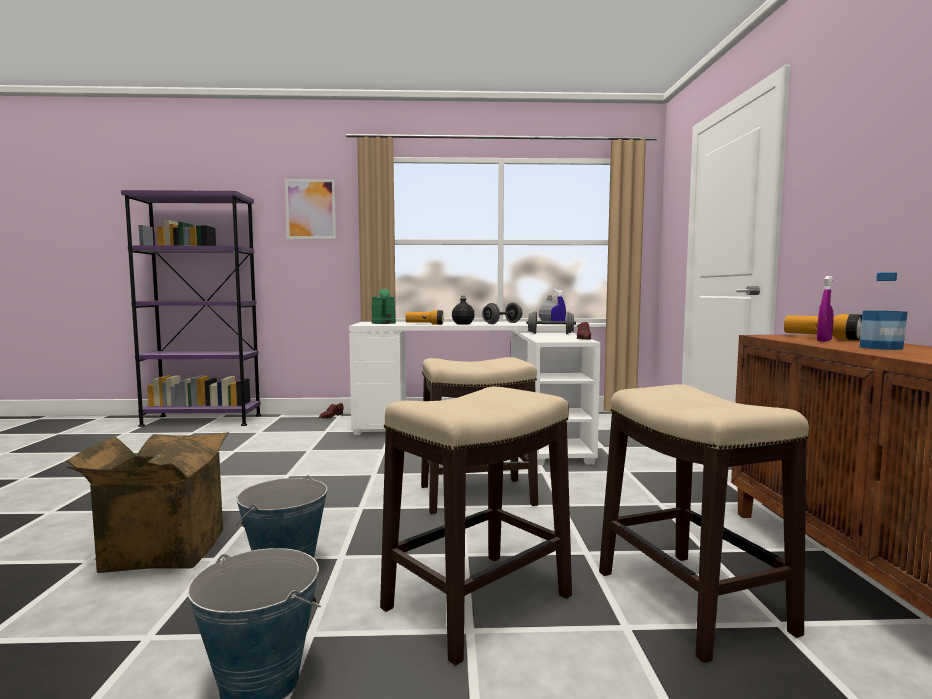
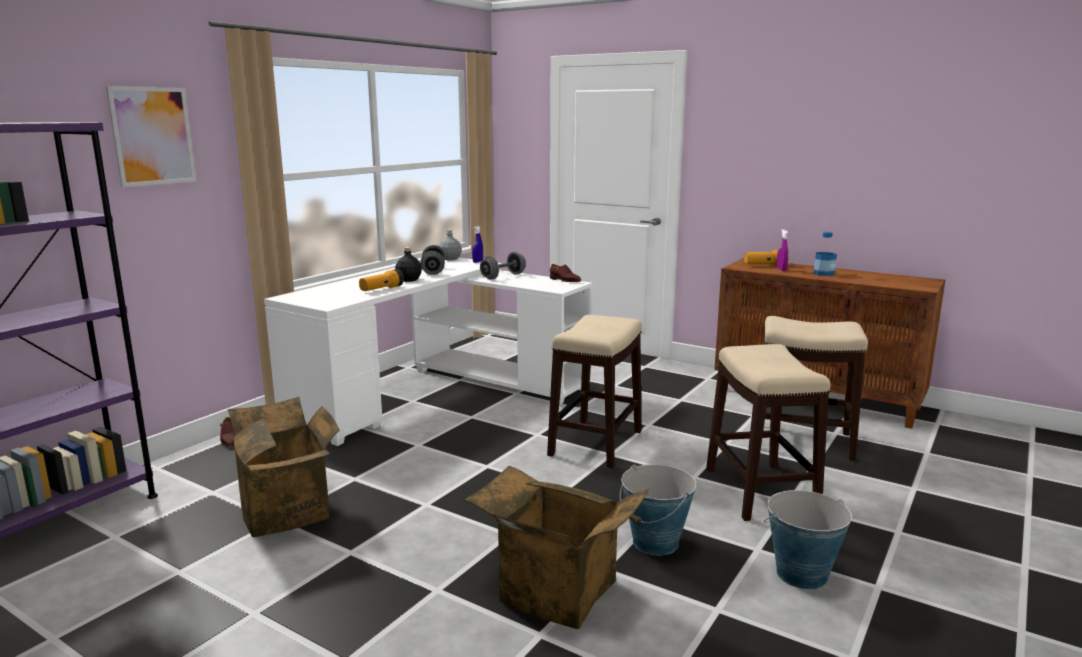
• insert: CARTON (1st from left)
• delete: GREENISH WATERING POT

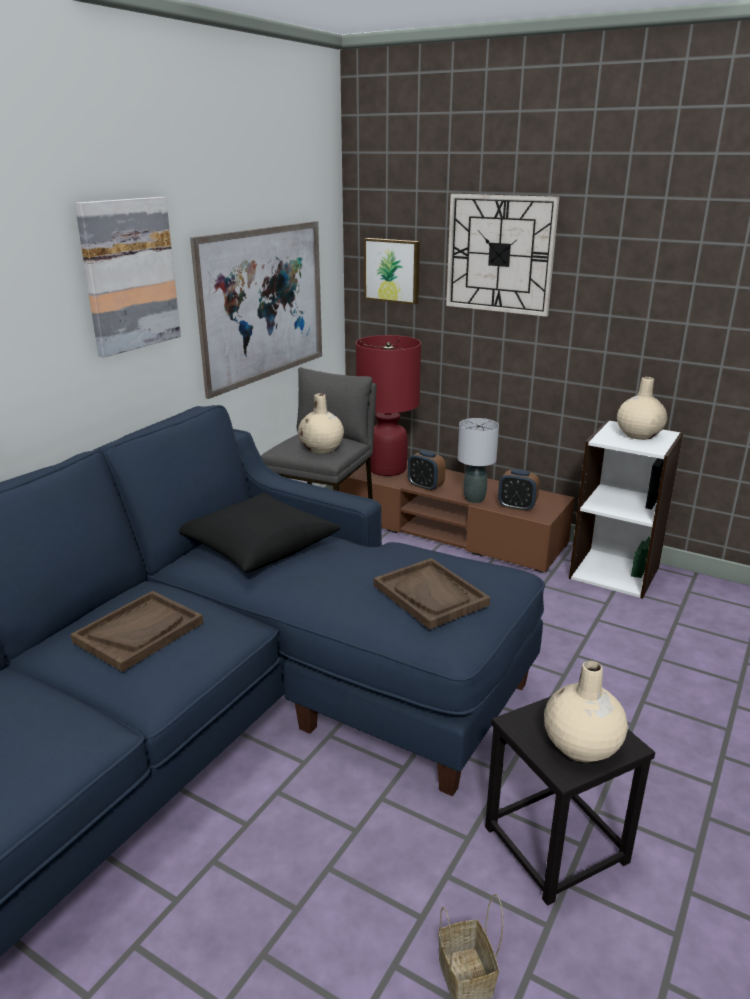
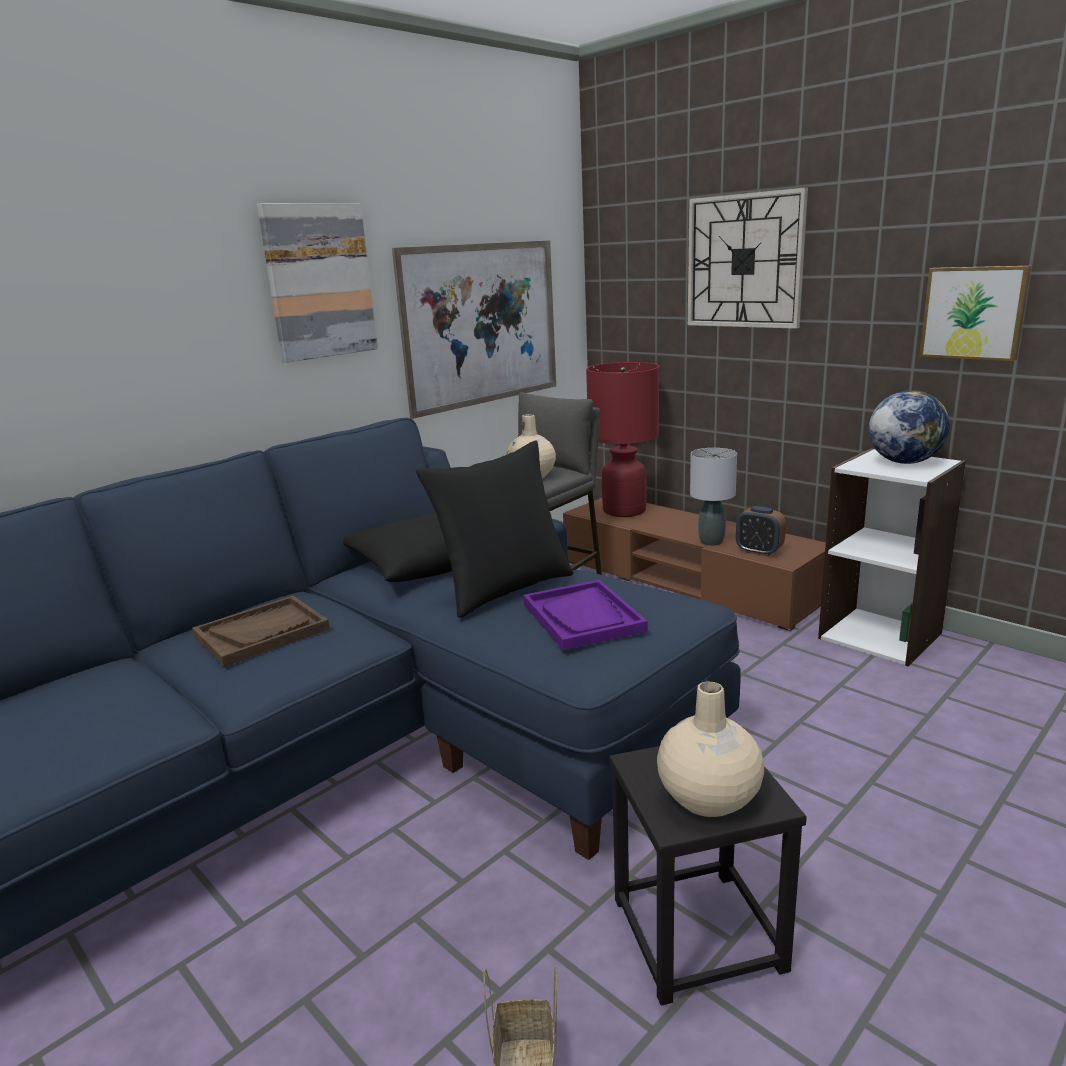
• insert: BLACKISH PILLOW (2nd from left)
• recolor: BROWNISH SERVING TRAY (2nd from left) to PURPLE-COLOURED SERVING TRAY
• replace: BEIGE VASE (3rd from left) to DESK GLOBE
• move: PICTURE (3rd from left)
• delete: TABLE CLOCK (1st from left)

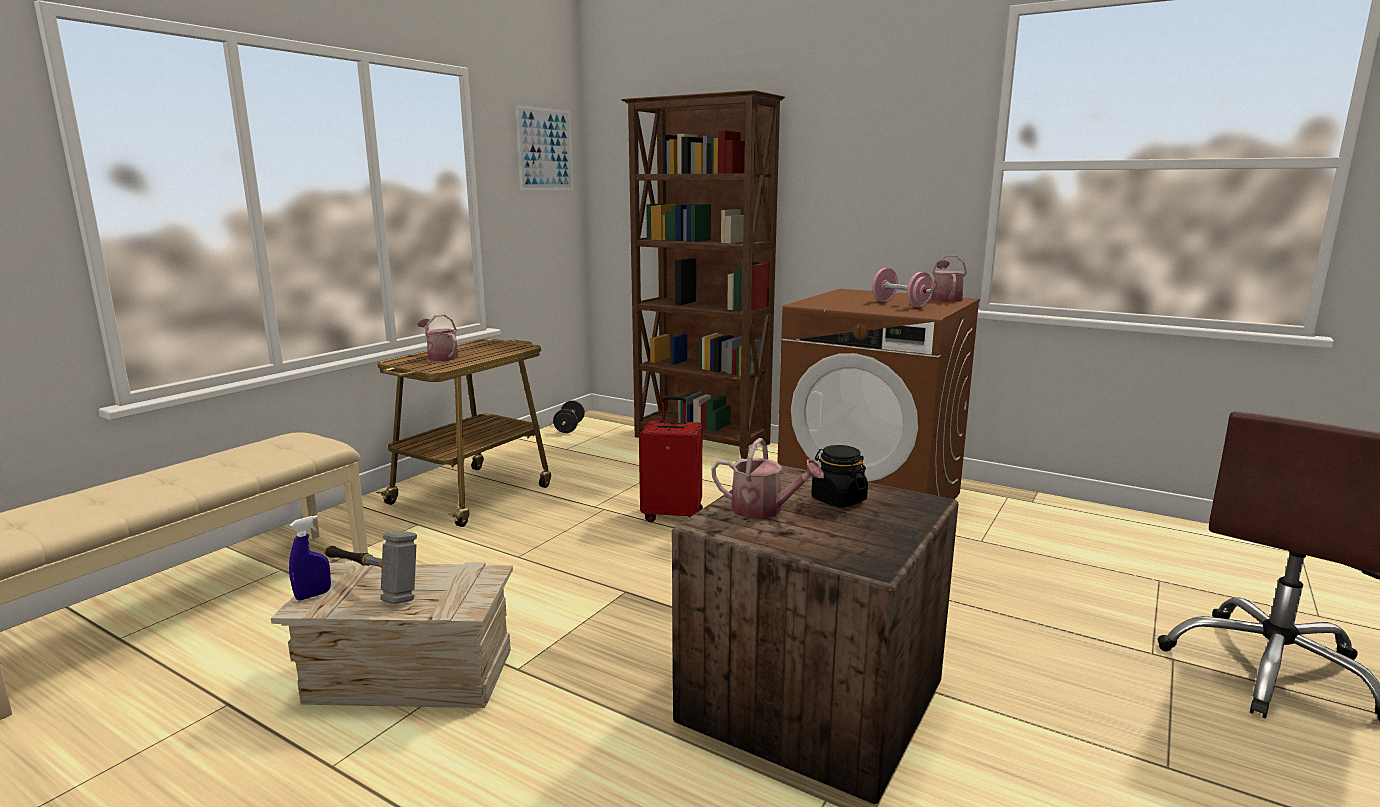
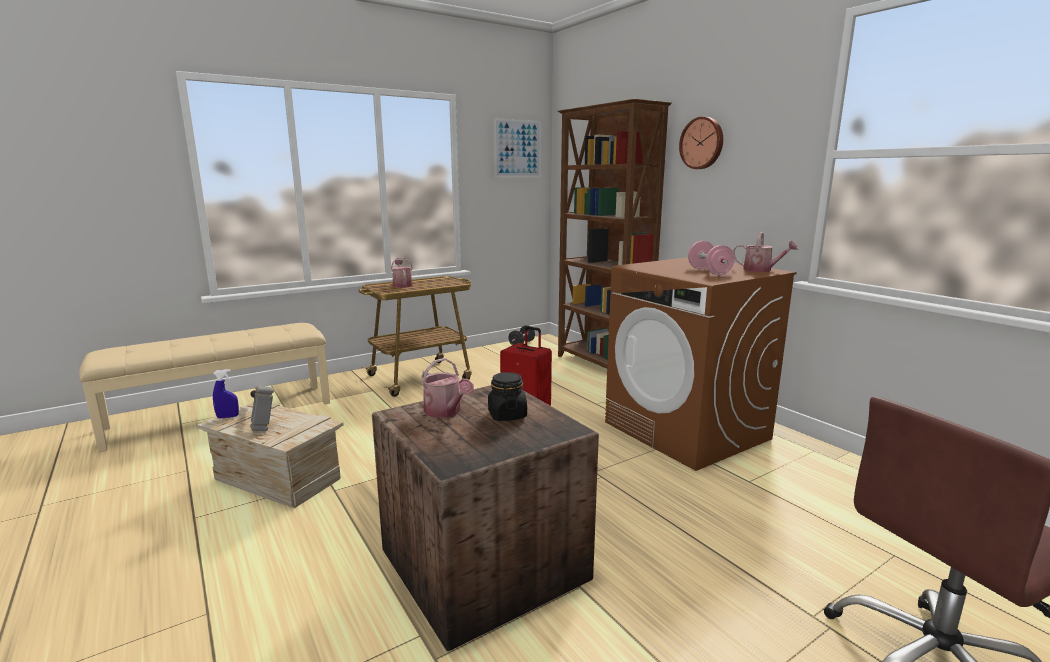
• insert: CLOCK ON THE WALL
• rotate: WATERING POT (3rd from left) 90 degrees clockwise

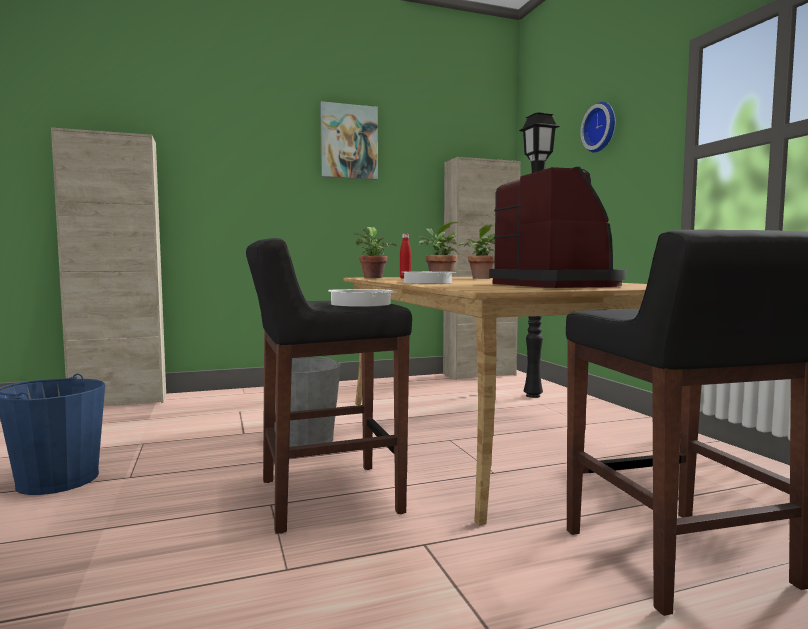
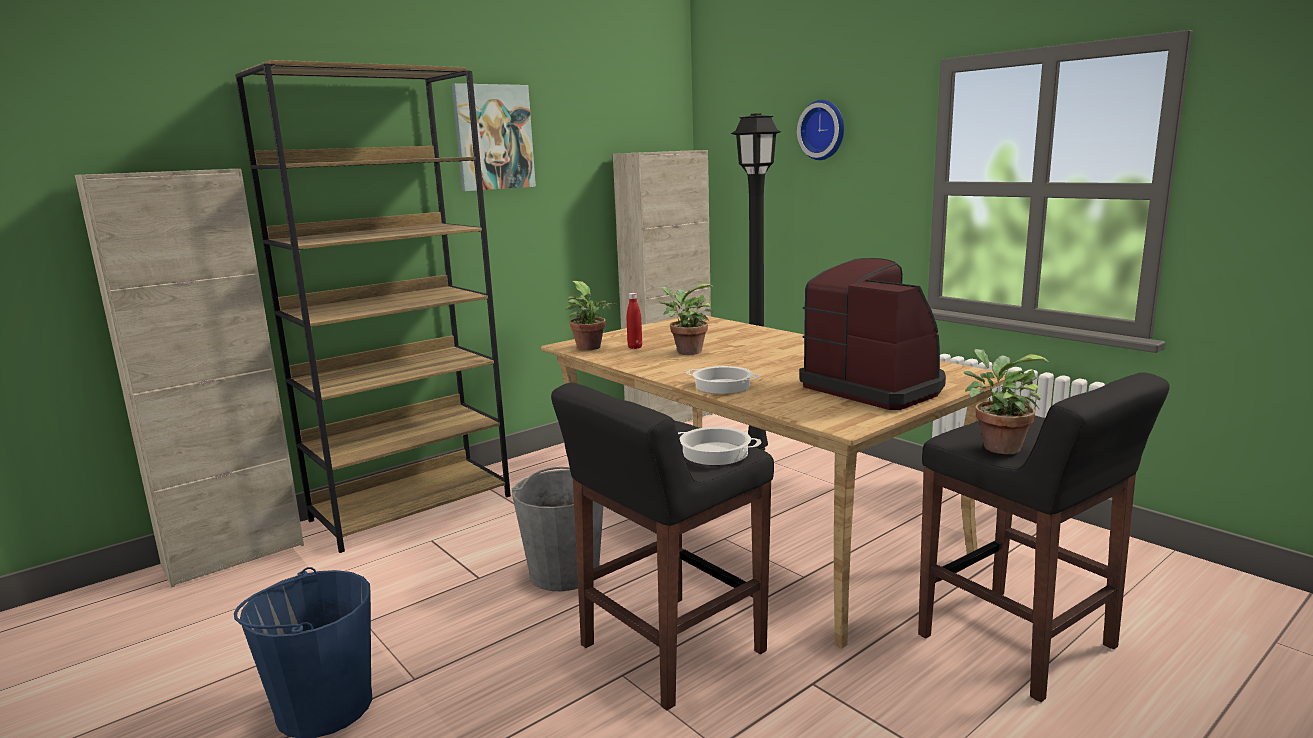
• insert: BROWNISH BOOKSHELF
• move: HOUSEPLANT (3rd from left)

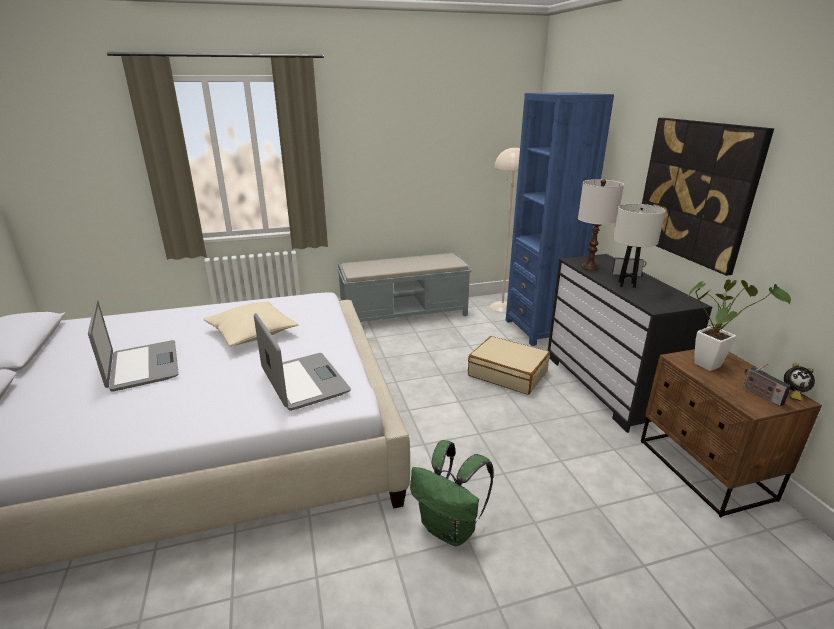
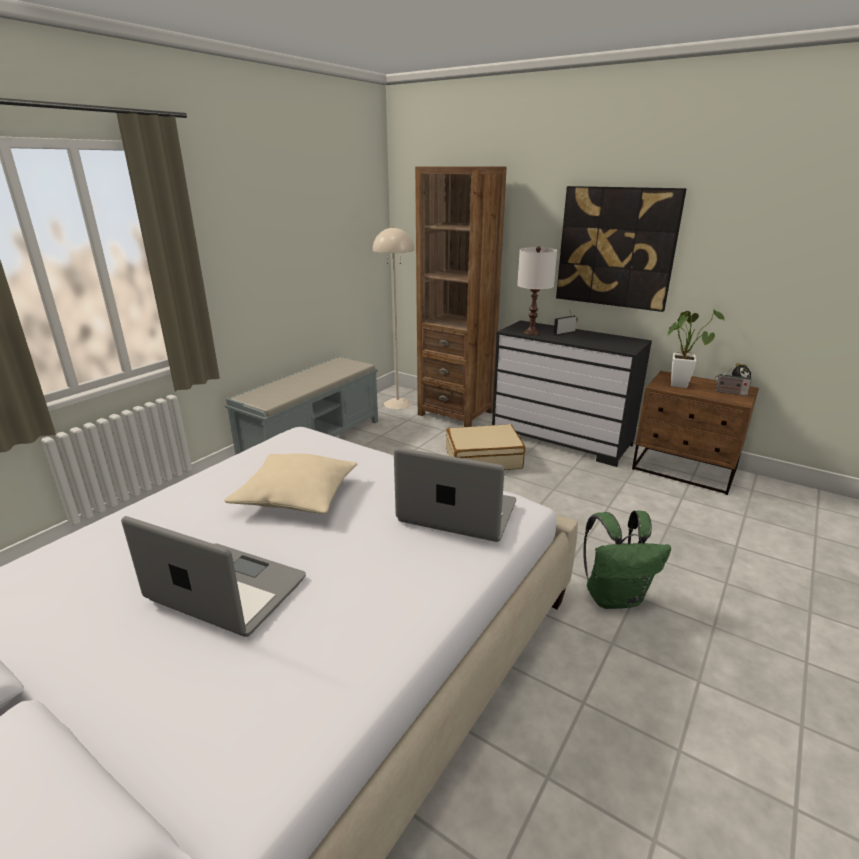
• recolor: BLUISH BOOKSHELF to BROWNISH BOOKSHELF
• delete: WHITISH LAMP FOR A TABLE (2nd from left)

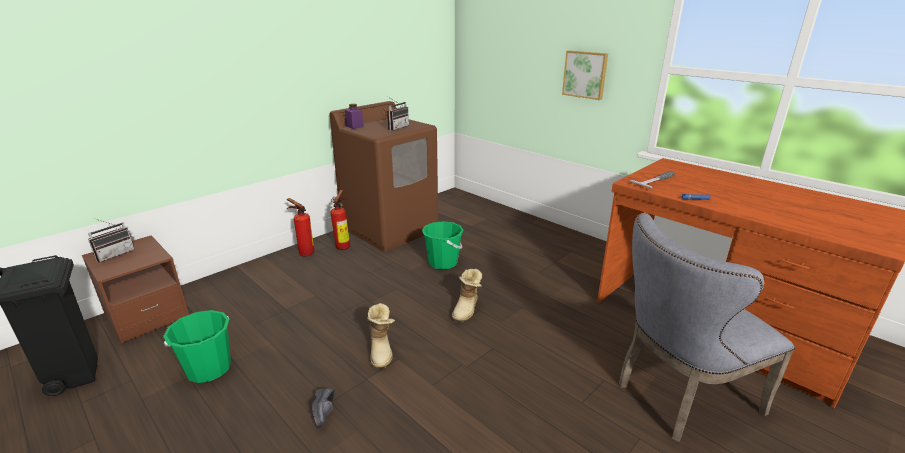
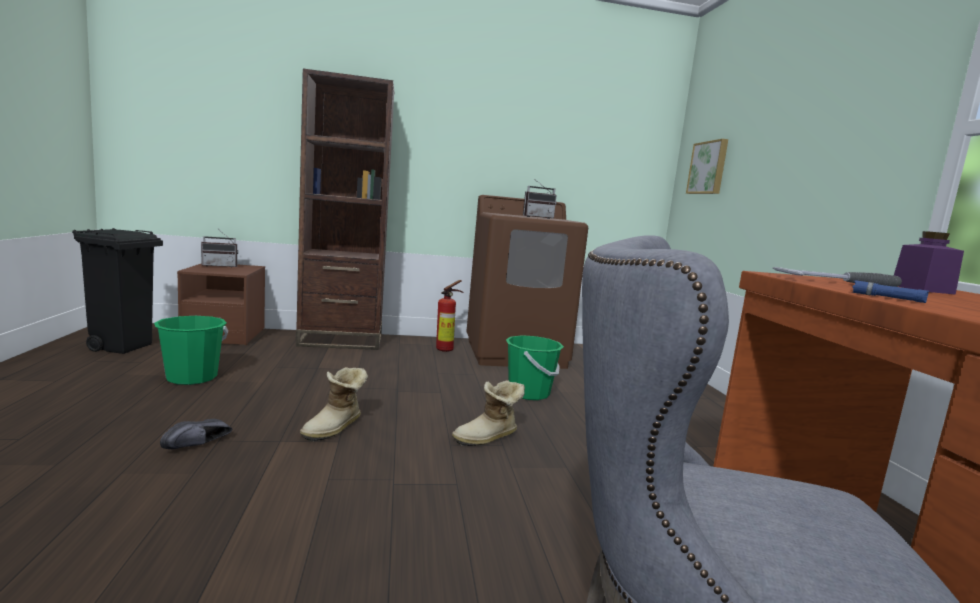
• insert: BROWNISH BOOKSHELF
• move: PICTURE
• move: PURPLE-COLOURED PRESERVE JAR
• delete: FIRE EXTINGUISHER (1st from left)

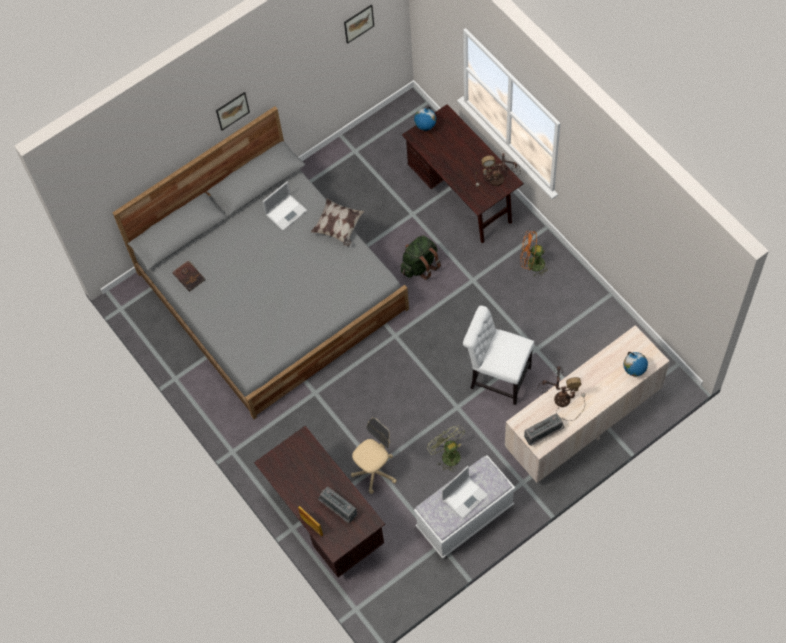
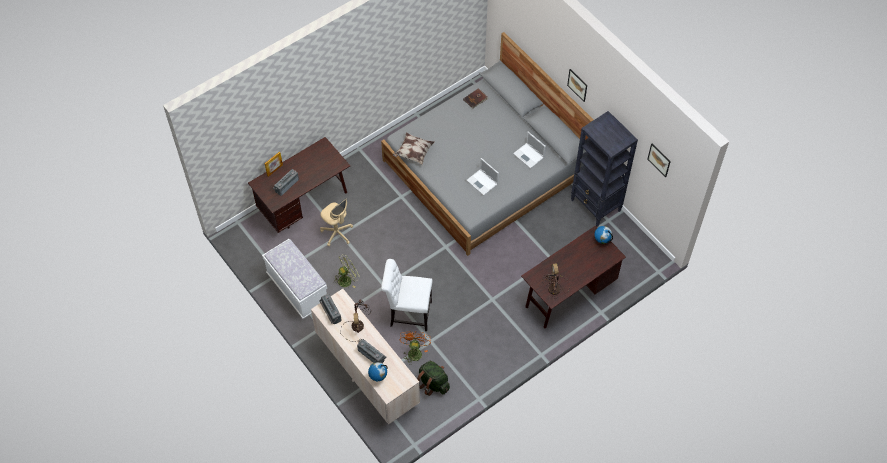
• insert: RADIO RECEIVER (3rd from left)
• rotate: WHITISH CHAIR 105 degrees counterclockwise
• move: PILLOW
• move: ORANGEY COOLING FAN
• move: GREENISH KNAPSACK
• move: NOTEBOOK COMPUTER (2nd from left in the first image) to NOTEBOOK COMPUTER (1st from left)
• insert: BLACKISH BOOKSHELF

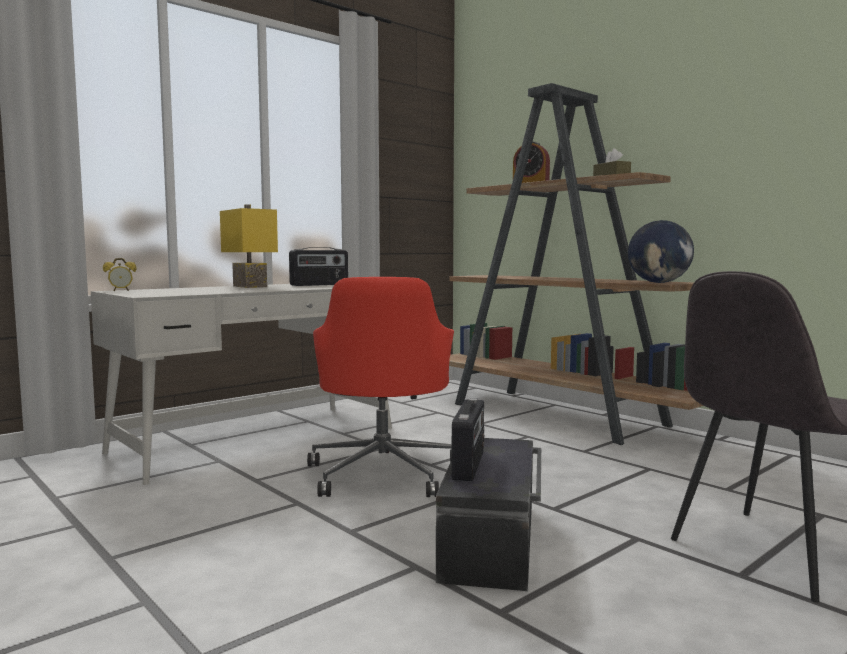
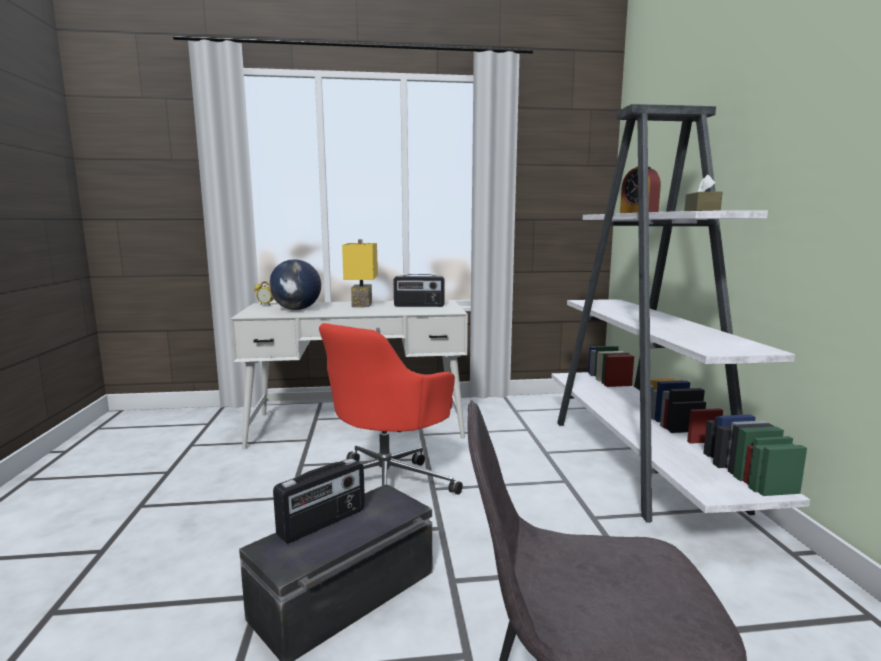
• move: DESK GLOBE
• recolor: BROWNISH BOOKSHELF to WHITISH BOOKSHELF

